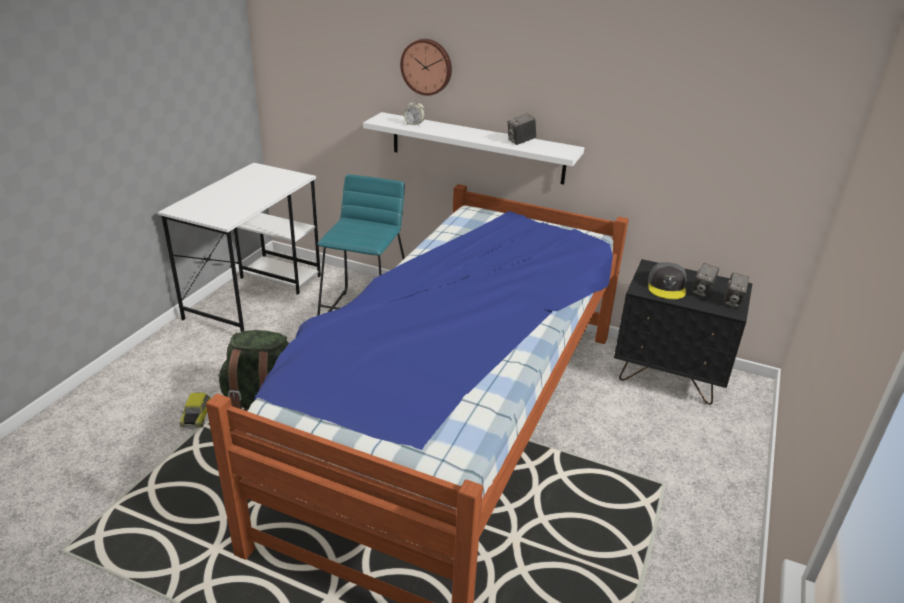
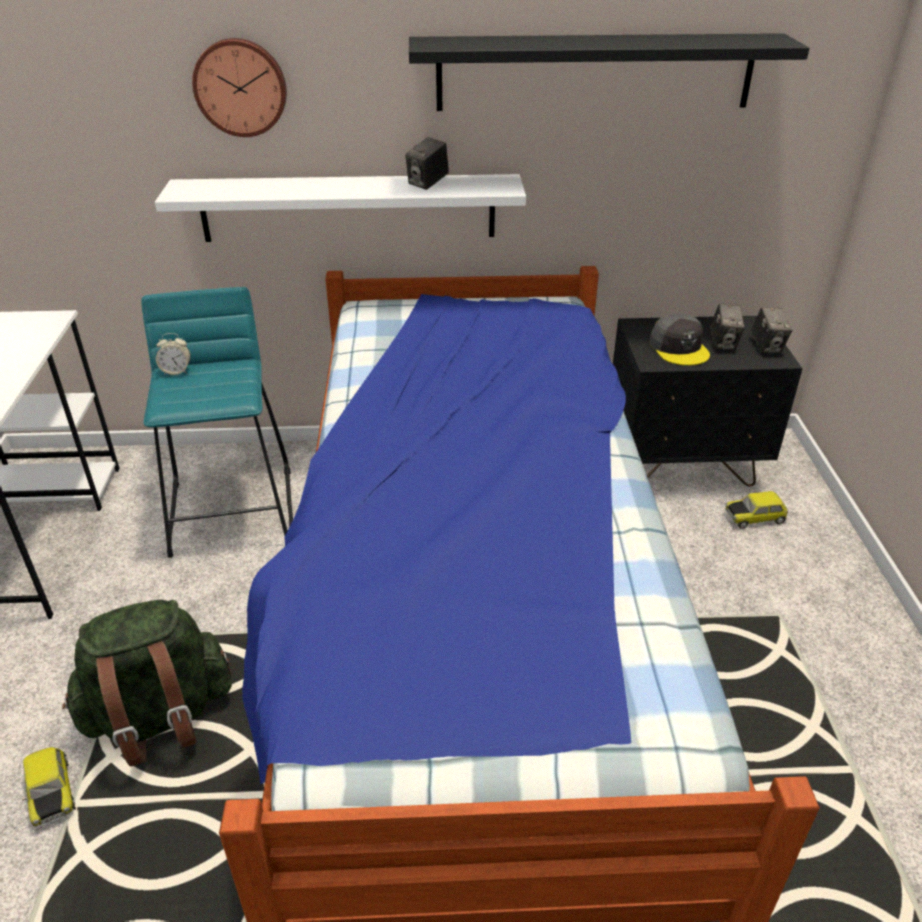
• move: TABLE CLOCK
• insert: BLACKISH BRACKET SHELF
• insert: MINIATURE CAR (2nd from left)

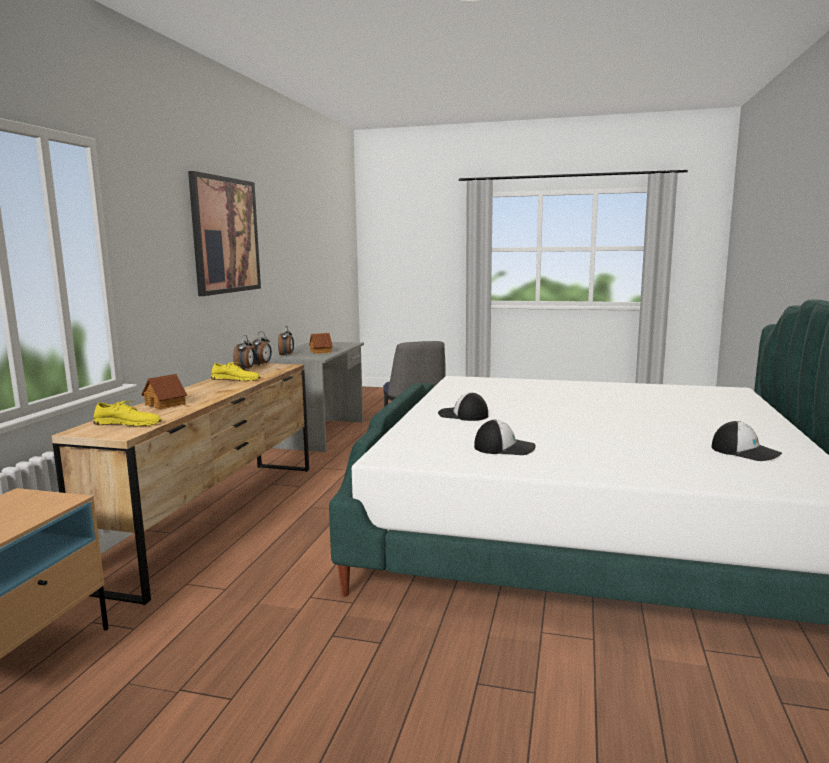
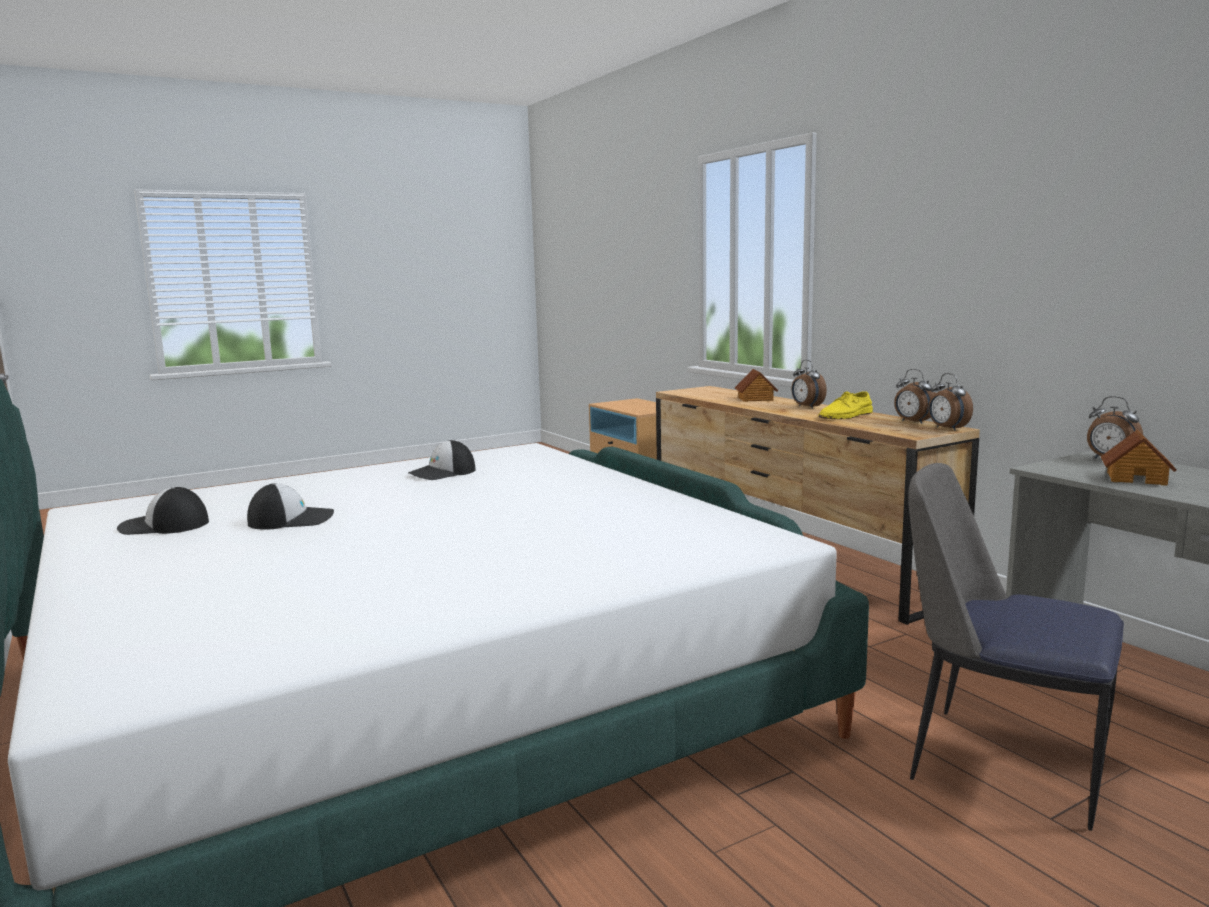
• move: PEAKED CAP (1st from left in the first image) to PEAKED CAP (2nd from left)
• insert: TABLE CLOCK (1st from left)
• delete: YELLOW SHOE (1st from left)
• delete: PICTURE

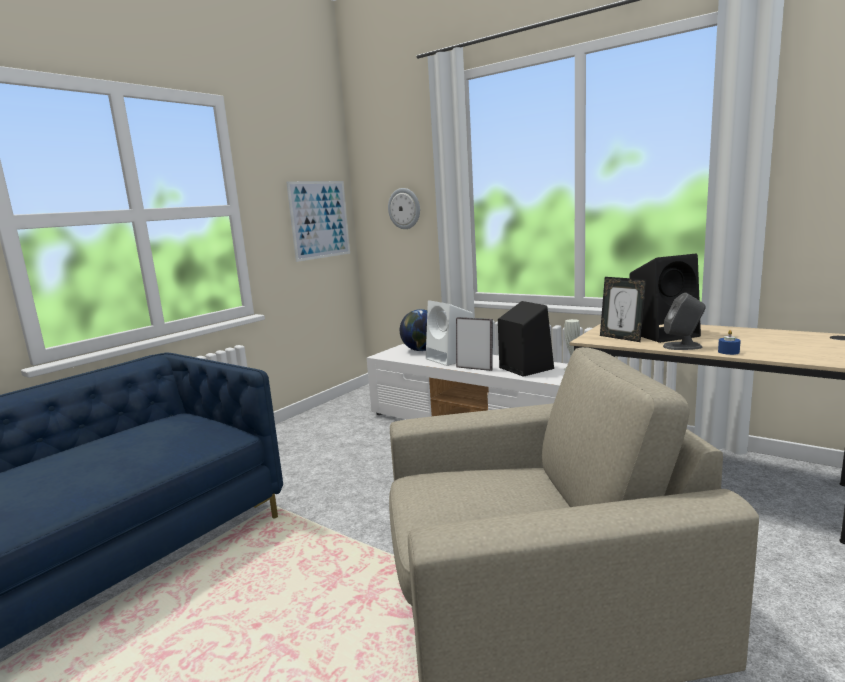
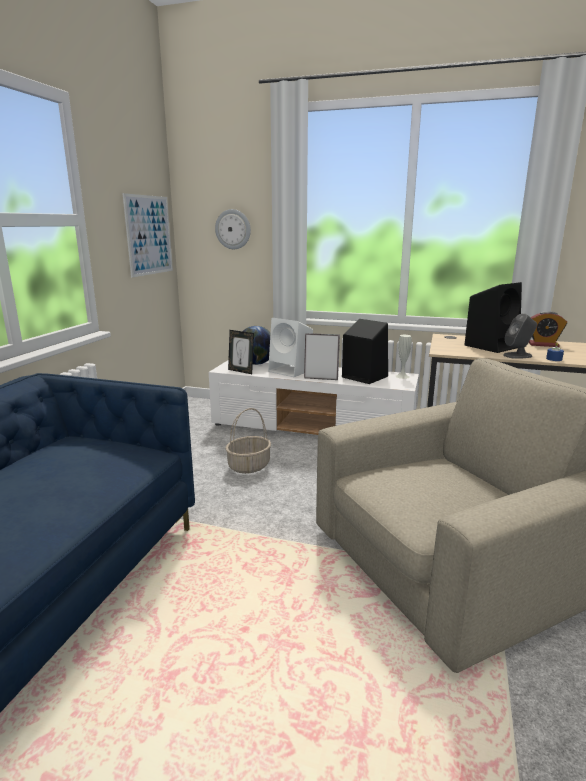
• insert: HOUSEHOLD BASKET
• move: STANDING FRAME (2nd from left in the first image) to STANDING FRAME (1st from left)
• insert: TABLE CLOCK

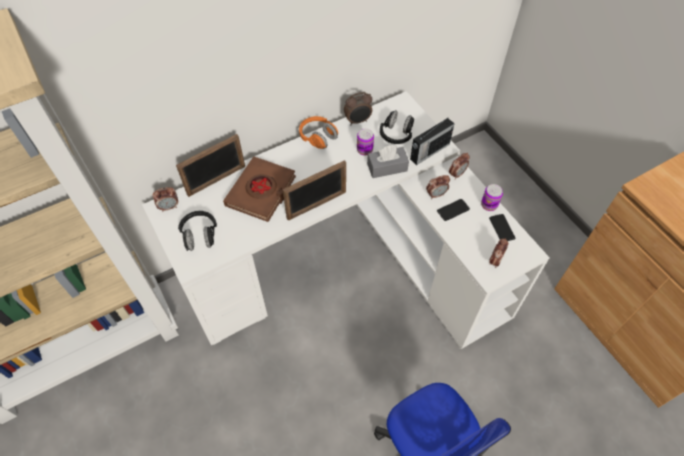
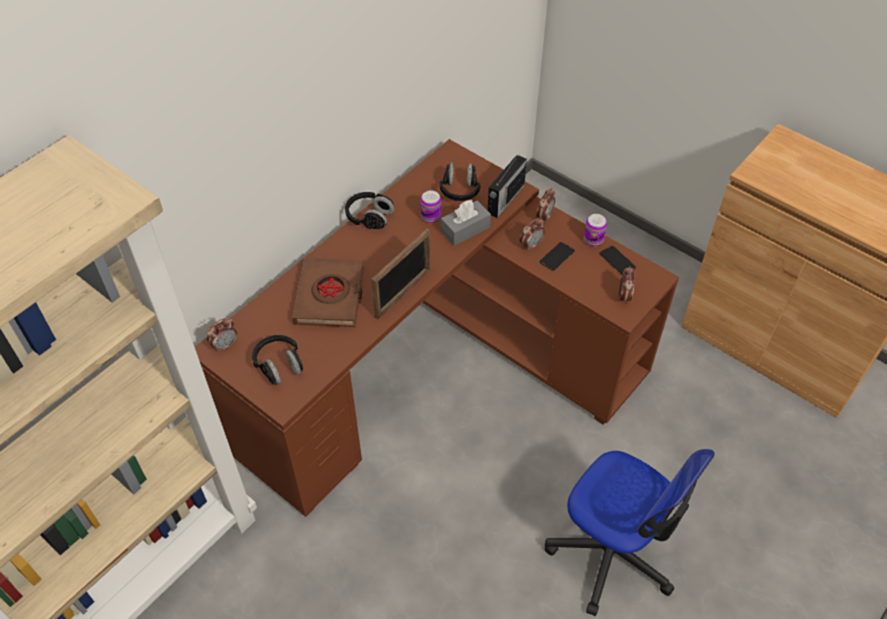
• recolor: WHITISH DESK TABLE to BROWNISH DESK TABLE
• recolor: ORANGEY HEADPHONES to BLACKISH HEADPHONES (2nd from left)
• delete: STANDING FRAME (1st from left)
• delete: TABLE CLOCK (2nd from left)

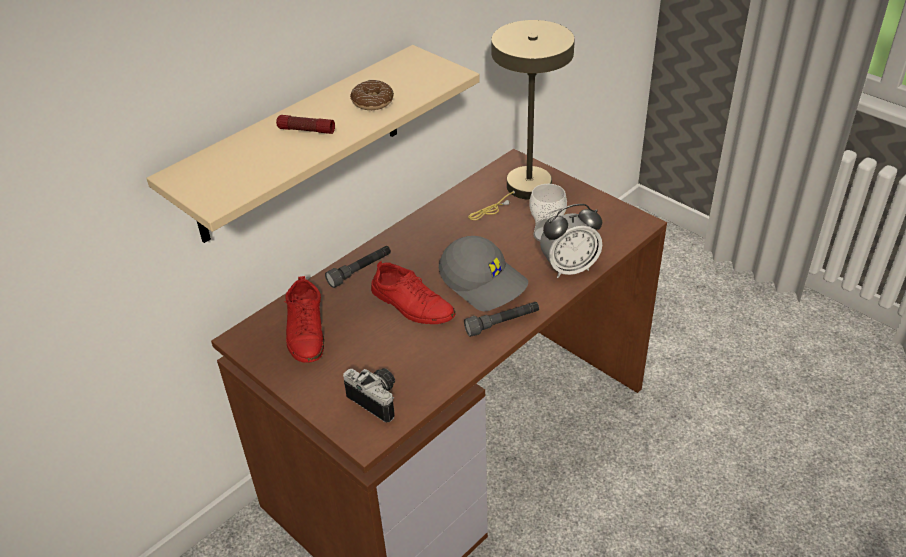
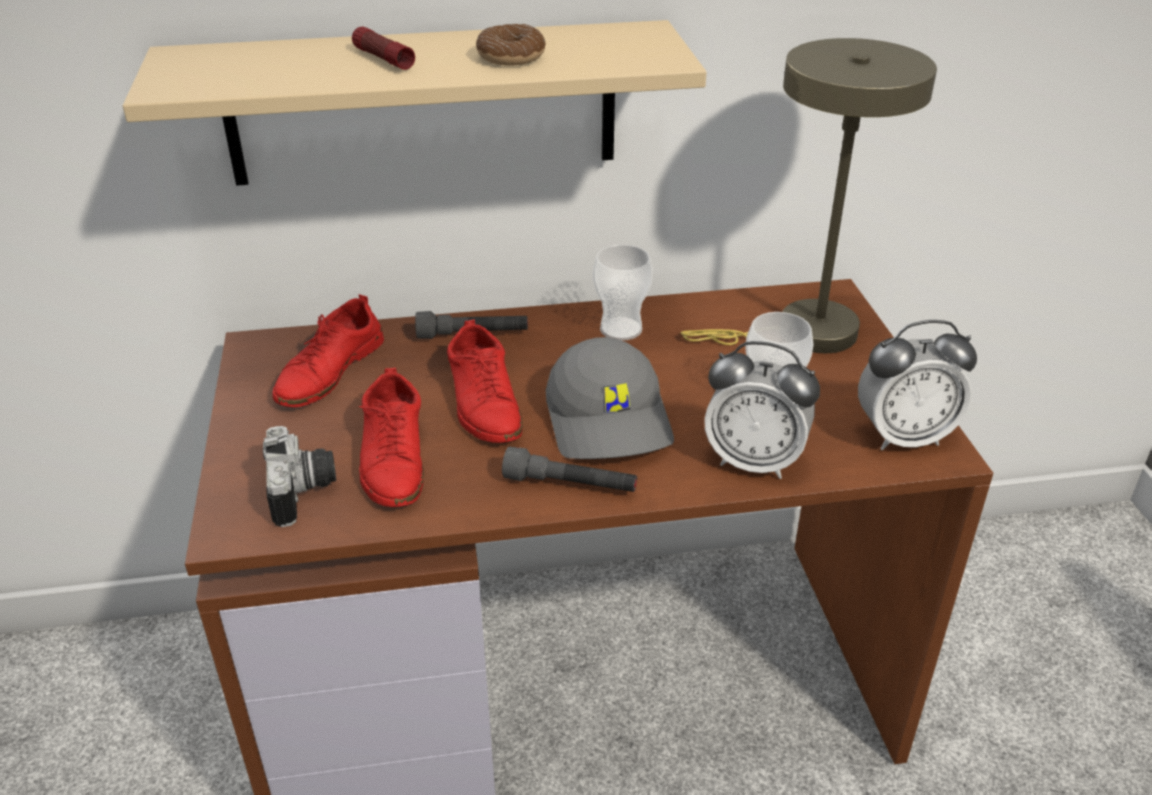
• insert: REDDISH SHOE (2nd from left)
• insert: DRINKING CUP (1st from left)
• insert: TABLE CLOCK (2nd from left)

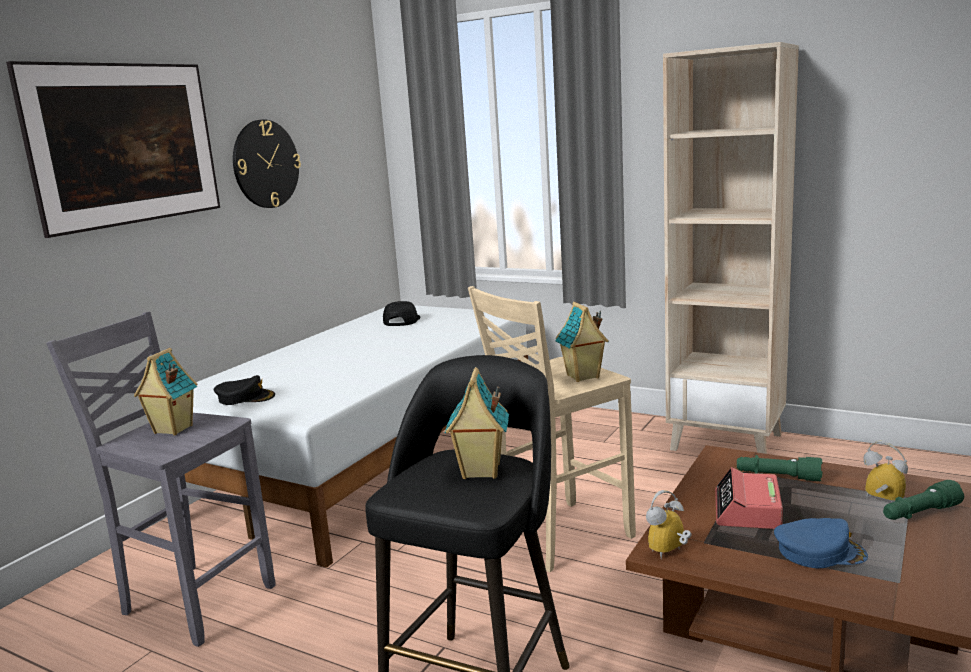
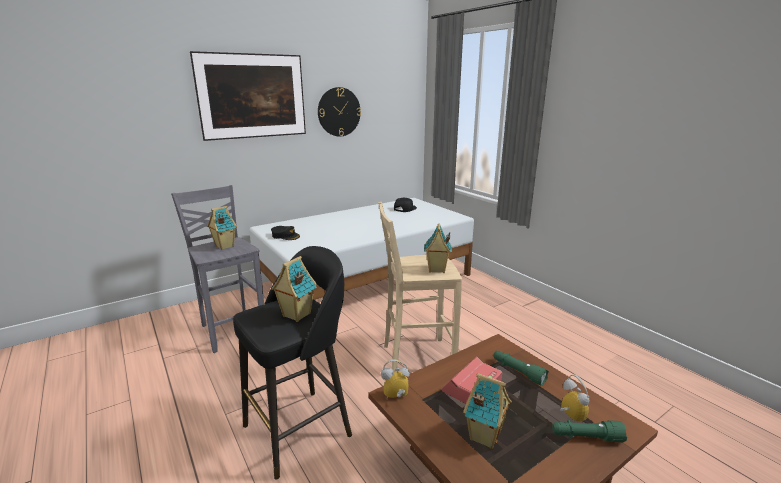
• replace: BLUISH PEAKED CAP to MODEL HOUSE (4th from left)
• delete: BEIGE BOOKSHELF

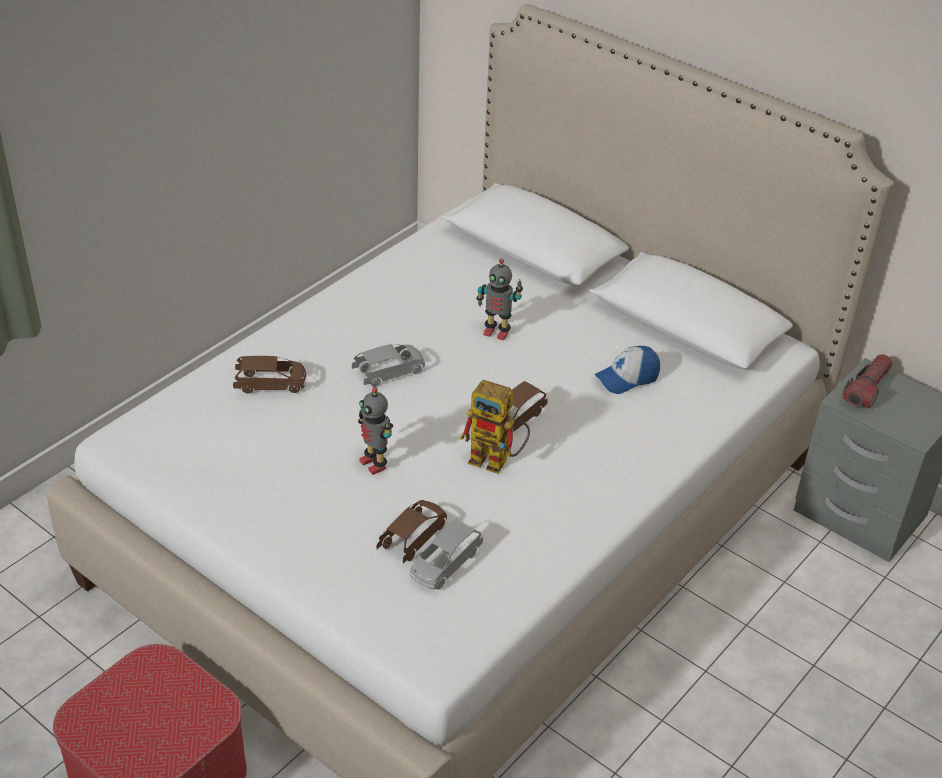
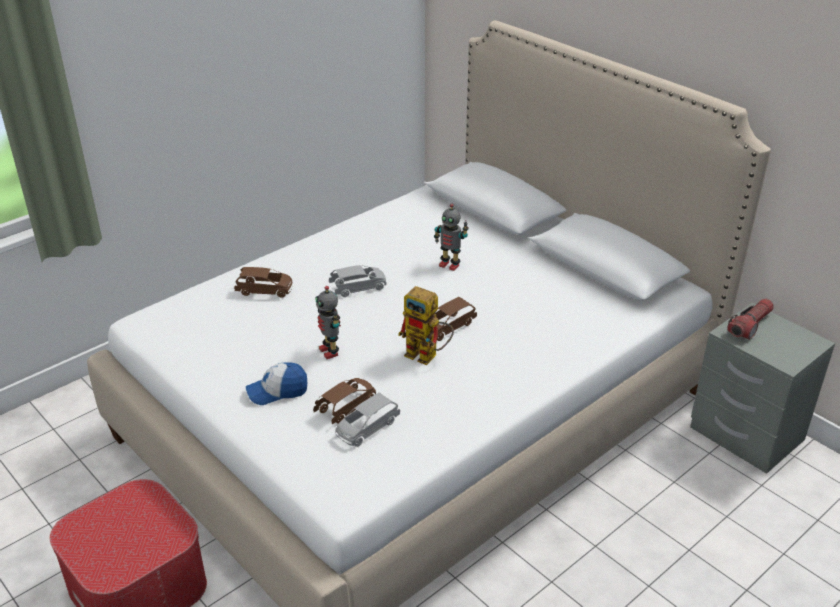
• move: PEAKED CAP

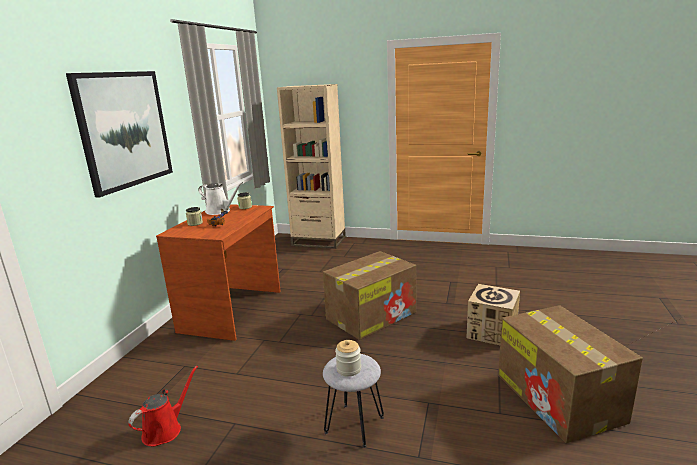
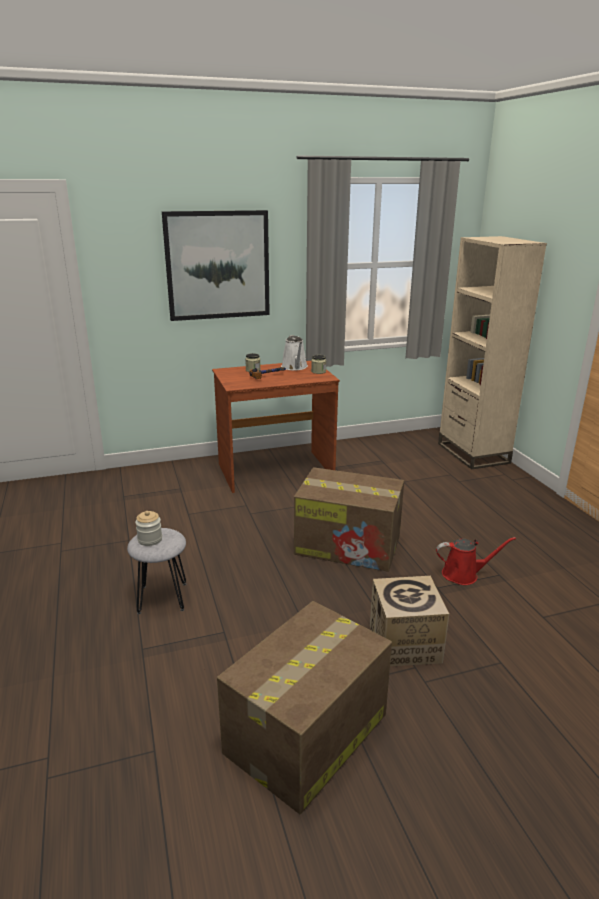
• move: REDDISH WATERING POT

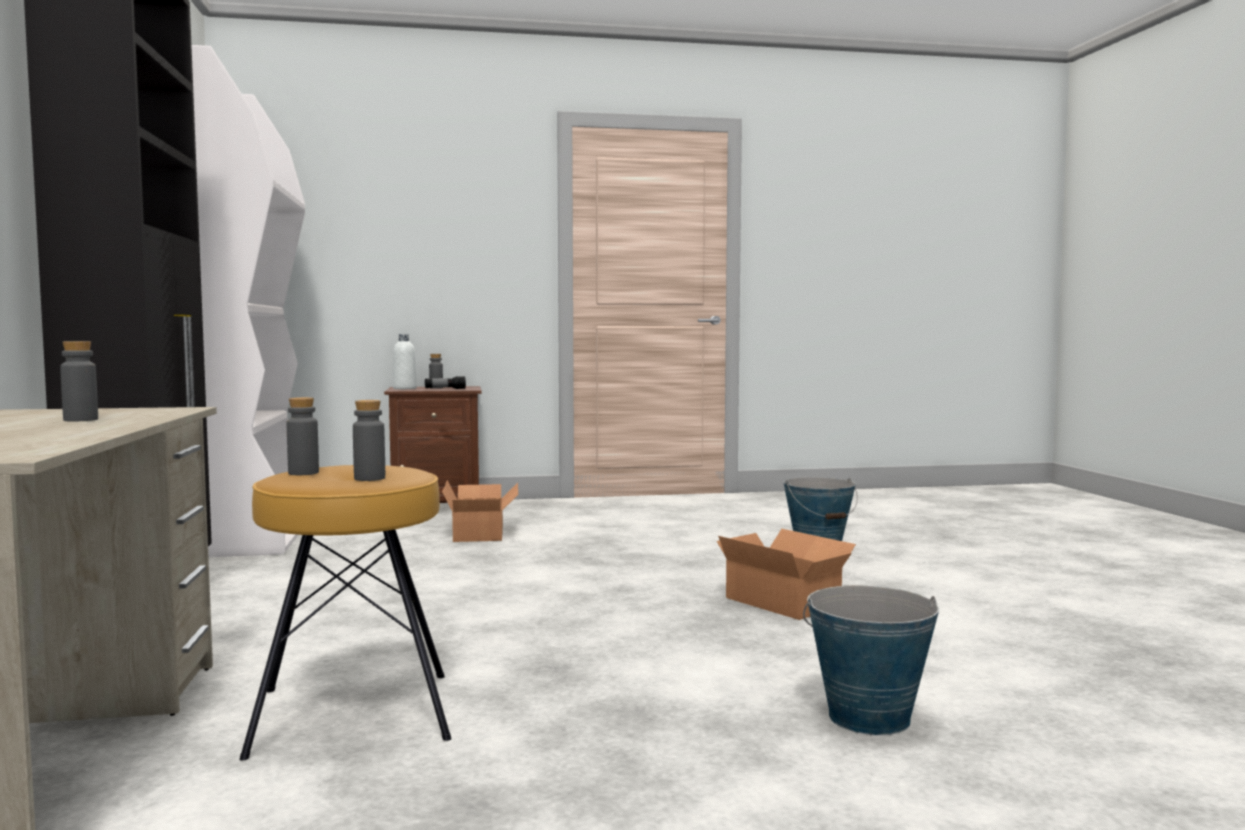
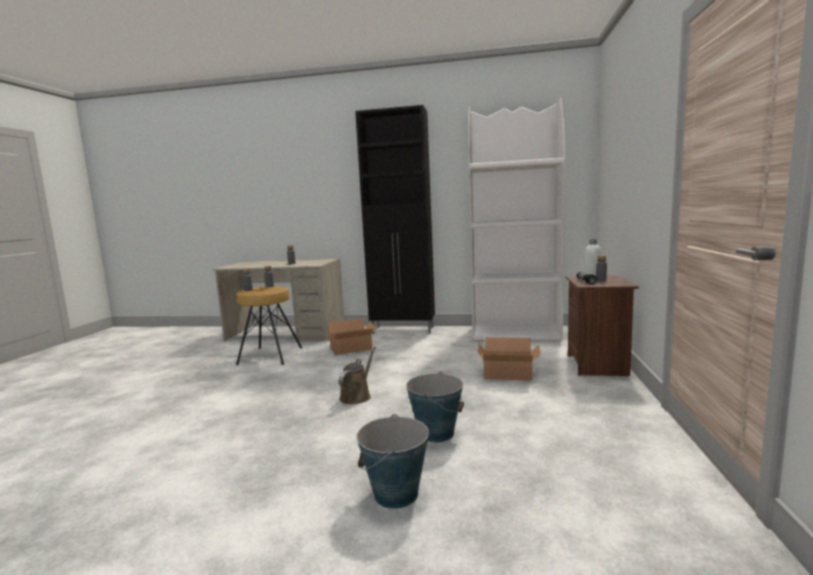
• move: CARTON (2nd from left in the first image) to CARTON (1st from left)
• insert: BROWNISH WATERING POT
• move: BUCKET (2nd from left)

